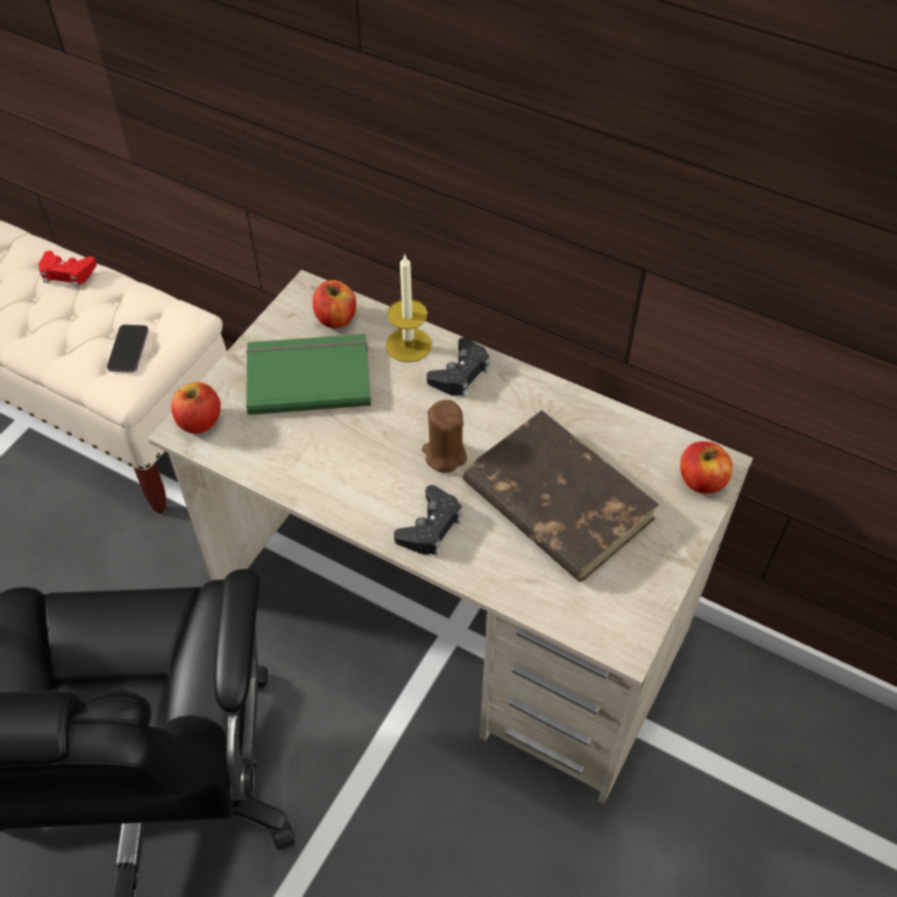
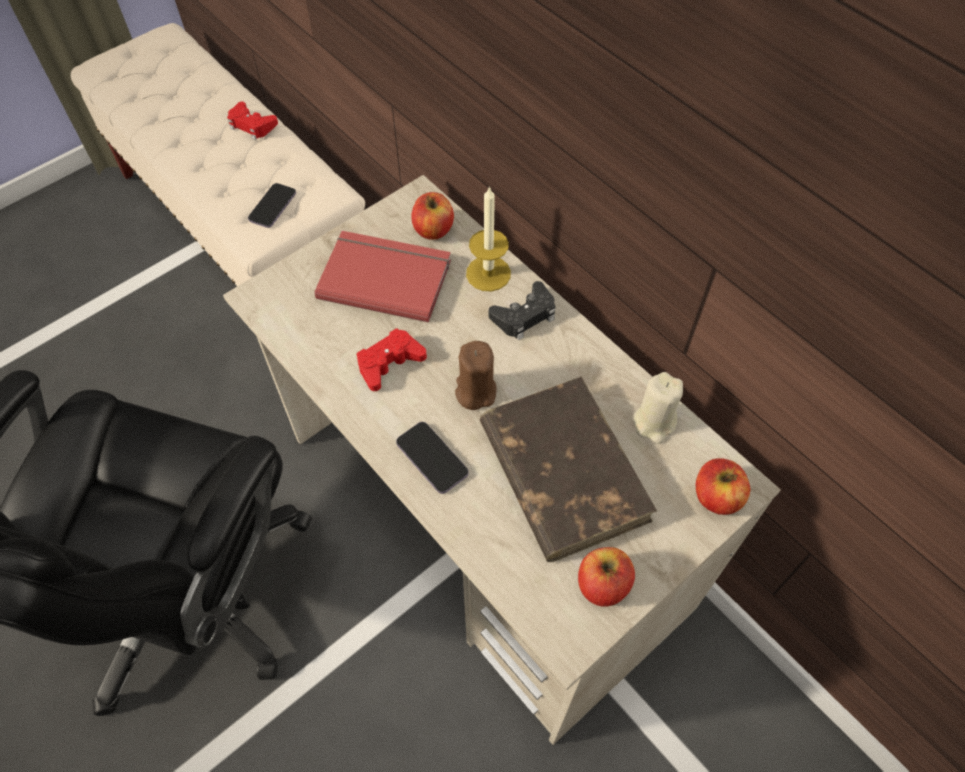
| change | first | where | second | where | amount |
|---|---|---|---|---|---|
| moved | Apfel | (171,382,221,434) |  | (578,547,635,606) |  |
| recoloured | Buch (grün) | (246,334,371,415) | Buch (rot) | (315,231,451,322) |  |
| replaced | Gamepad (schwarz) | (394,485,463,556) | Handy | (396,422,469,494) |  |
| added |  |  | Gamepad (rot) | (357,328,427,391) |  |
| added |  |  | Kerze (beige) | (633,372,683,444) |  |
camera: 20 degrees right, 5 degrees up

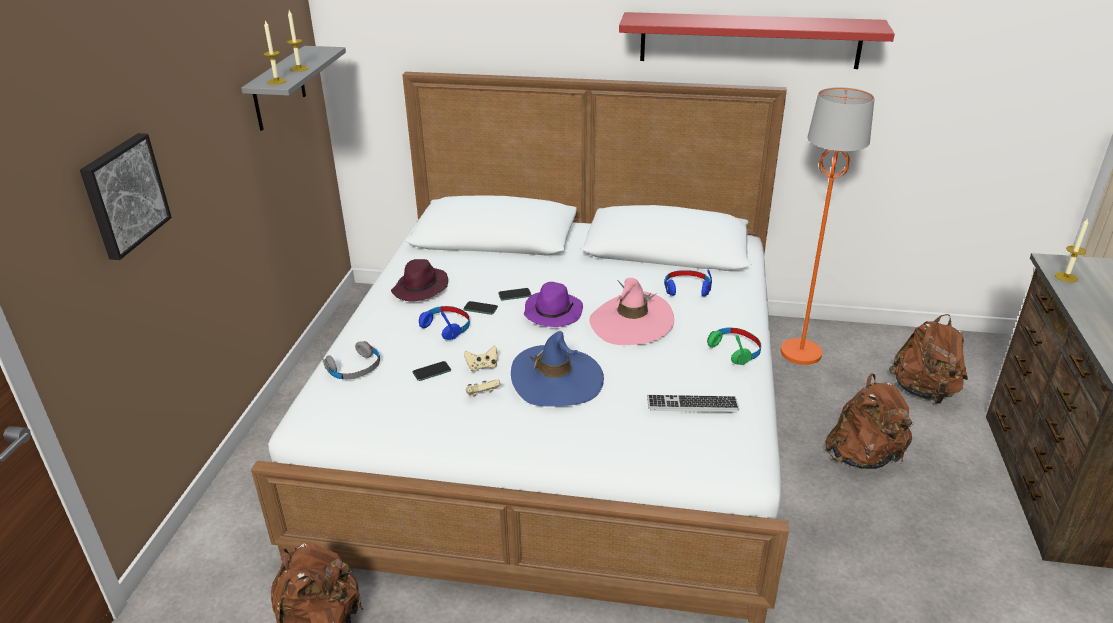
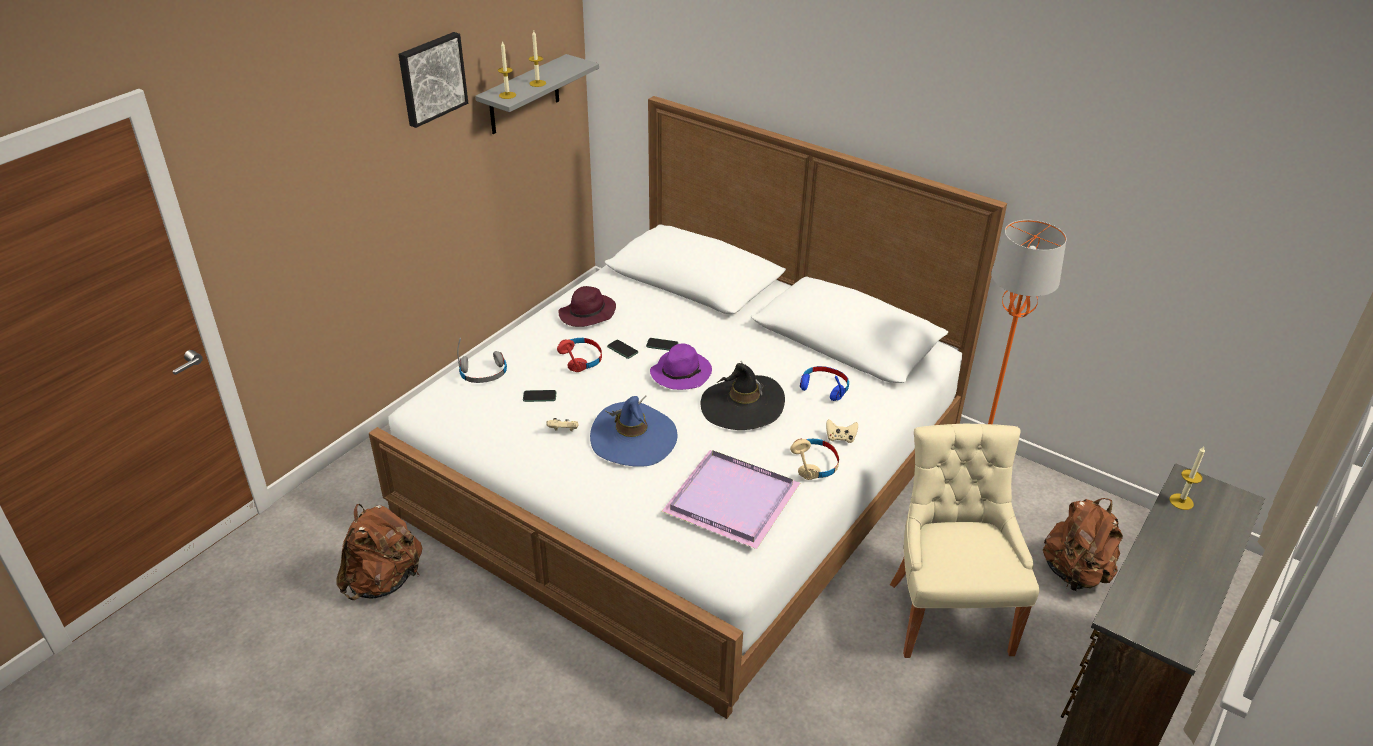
| change | first | where | second | where | amount |
|---|---|---|---|---|---|
| moved | Bild | (80,133,172,260) |  | (398,32,468,128) |  |
| recoloured | Kopfhörer (blau) | (419,306,470,340) | Kopfhörer (rot) | (557,338,602,372) |  |
| moved | Gamepad (beige) | (464,345,498,372) |  | (826,419,858,443) |  |
| recoloured | Hut (rosa) | (589,278,674,345) | Hut (schwarz) | (701,361,785,430) |  |
| removed | Wandregal (rot) | (619,12,895,69) |  |  |  |
| replaced | Tastatur | (647,395,739,412) | Tablett (lila) | (662,450,800,549) |  |
| recoloured | Kopfhörer (grün) | (707,327,761,365) | Kopfhörer (beige) | (790,439,839,480) |  |
| replaced | Rucksack (braun) | (825,373,914,469) | Stuhl (beige) | (890,424,1039,658) |  |
camera: 25 degrees right, 5 degrees up

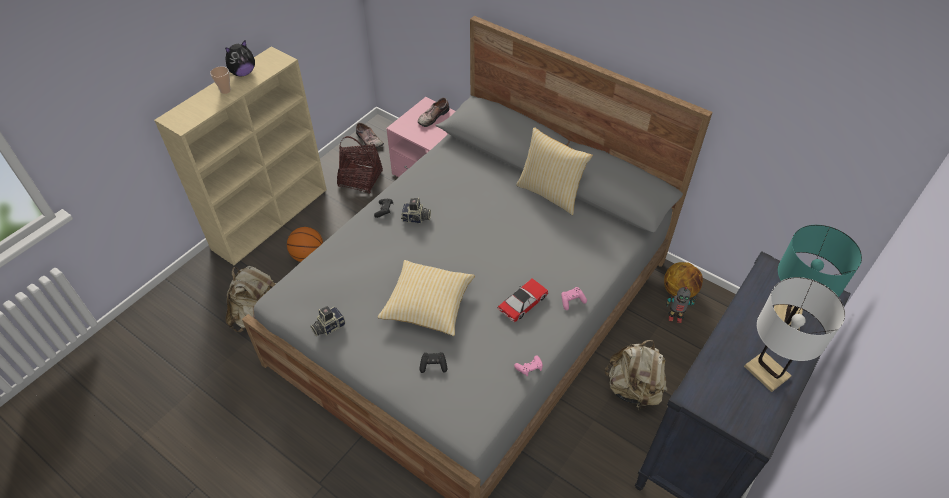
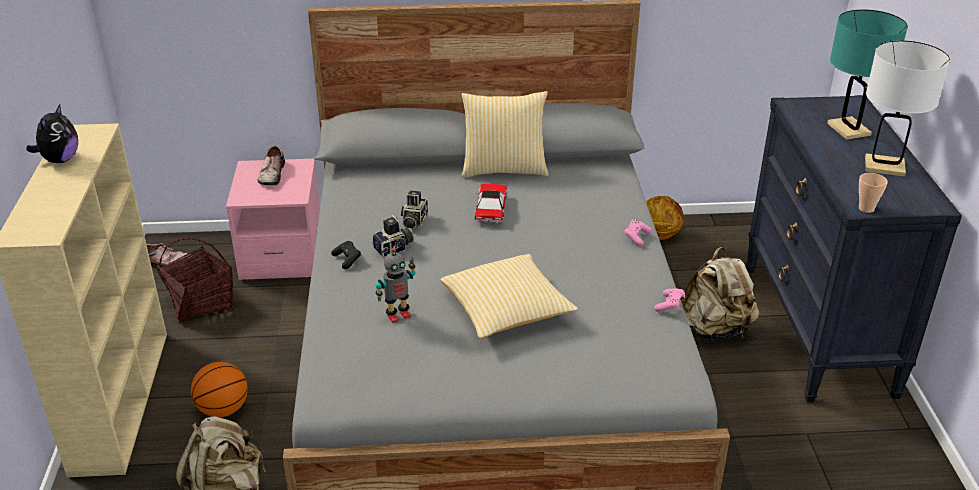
| change | first | where | second | where | amount |
|---|---|---|---|---|---|
| moved | Tasse | (210,66,231,94) |  | (859,173,888,213) |  |
| moved | Kamera | (311,306,346,336) |  | (401,190,428,230) |  |
| removed | Gamepad (schwarz) | (420,352,447,373) |  |  |  |
| moved | Spielzeugauto | (497,278,549,322) |  | (475,184,508,223) |  |
| moved | Spielzeugroboter | (666,287,696,323) |  | (376,248,415,323) |  |
camera: 40 degrees left, 15 degrees down

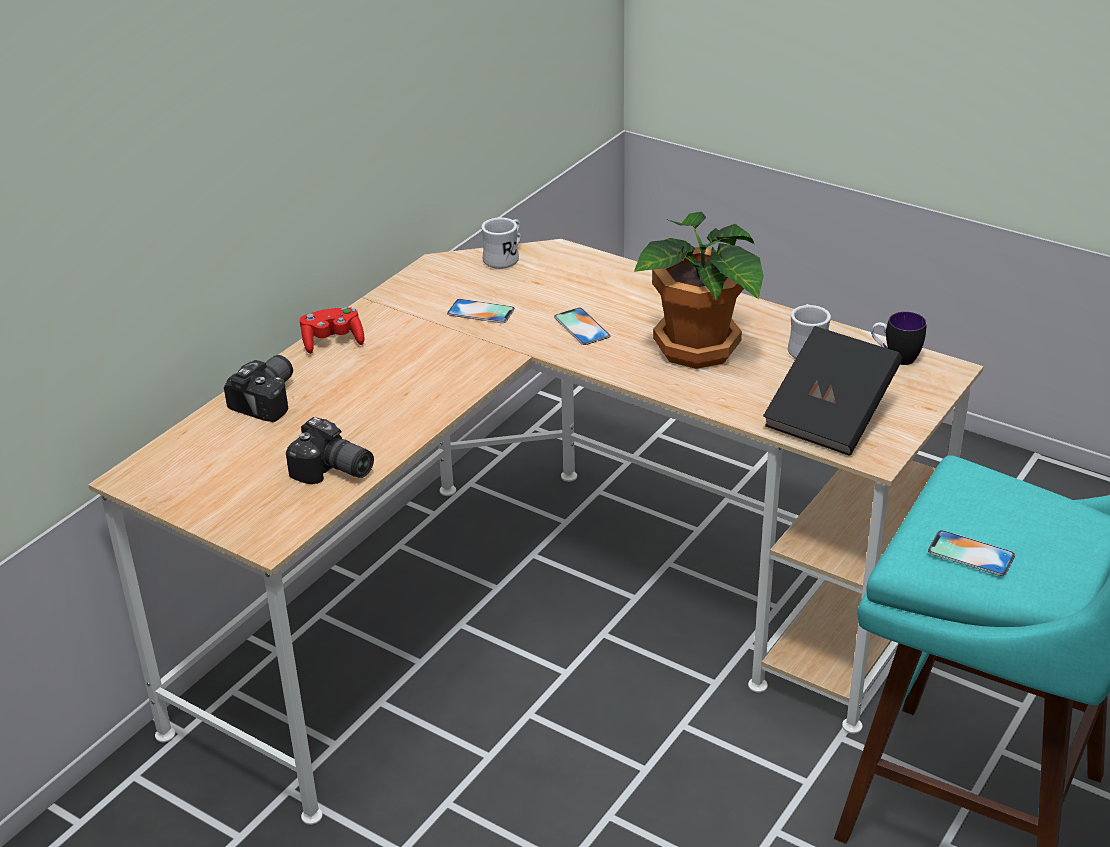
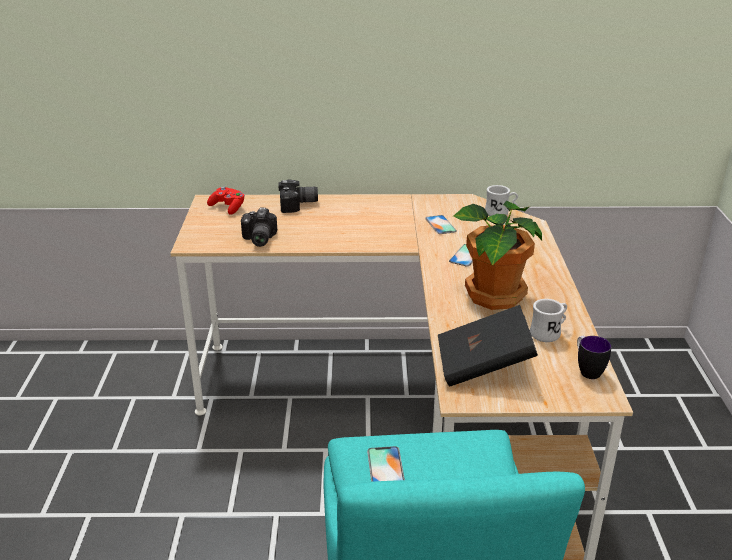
| change | first | where | second | where | amount |
|---|---|---|---|---|---|
| moved | Gamepad (rot) | (300,307,364,354) |  | (207,187,245,214) |  |
camera: 55 degrees right, 5 degrees down

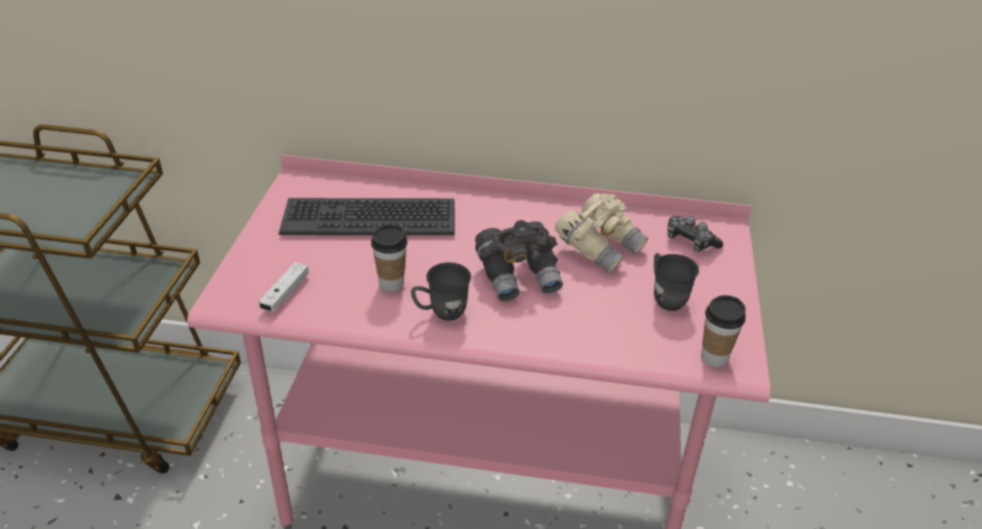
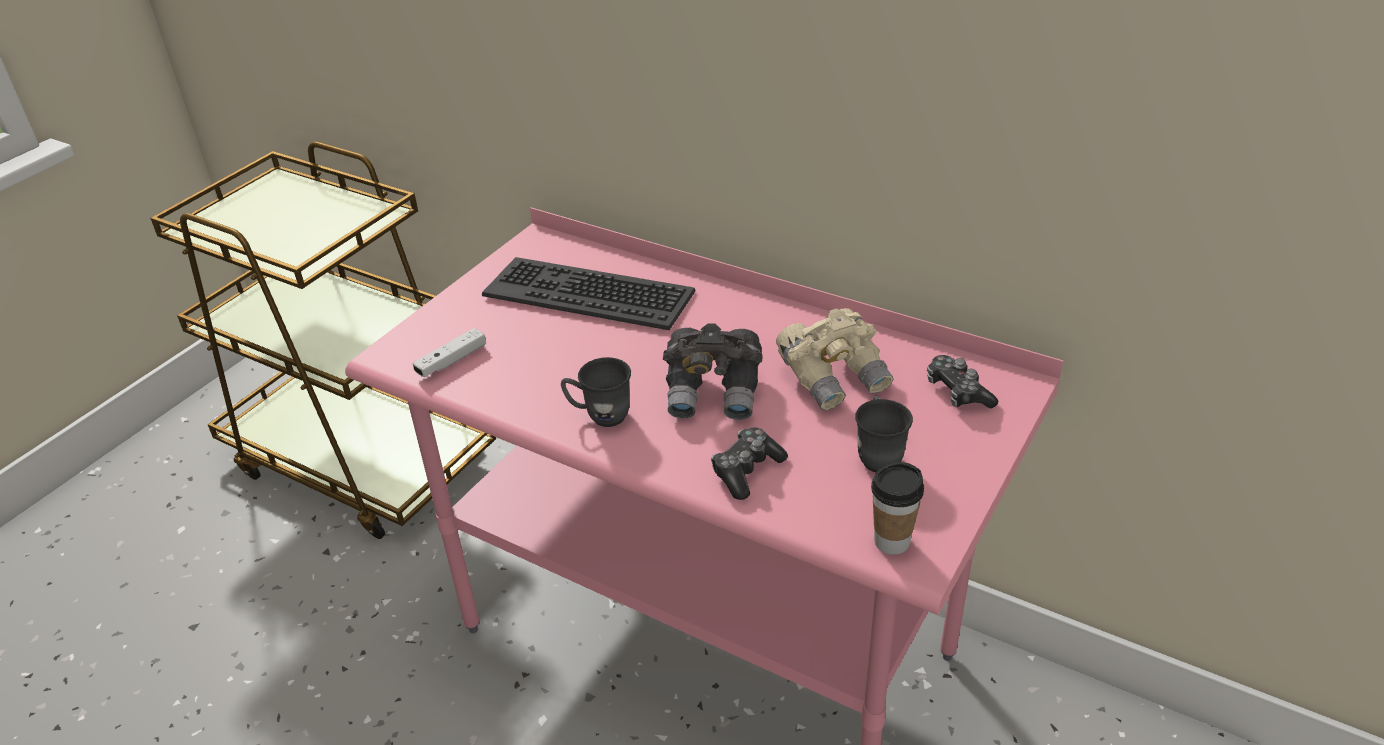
| change | first | where | second | where | amount |
|---|---|---|---|---|---|
| removed | Tasse | (371,224,408,292) |  |  |  |
| added |  |  | Gamepad | (711,428,788,500) |  |
camera: 25 degrees right, 0 degrees up

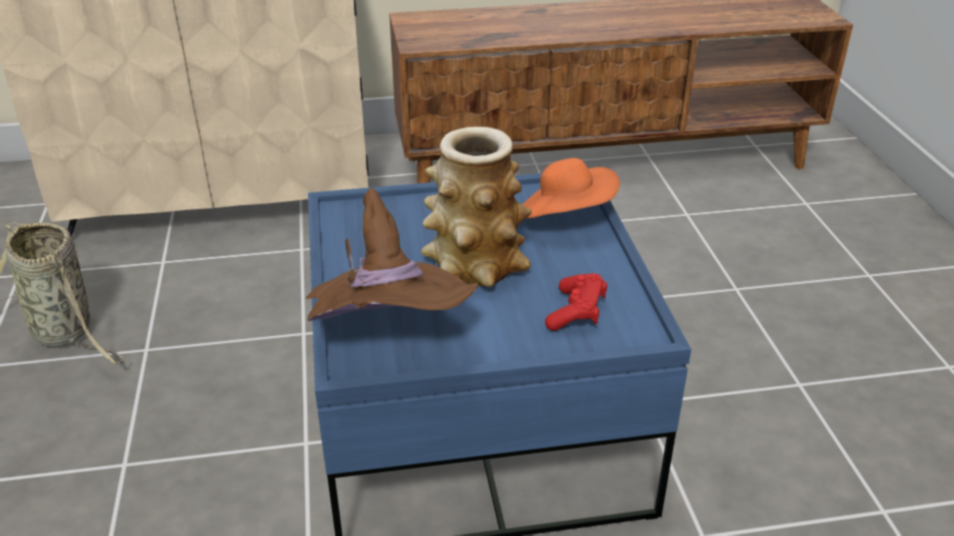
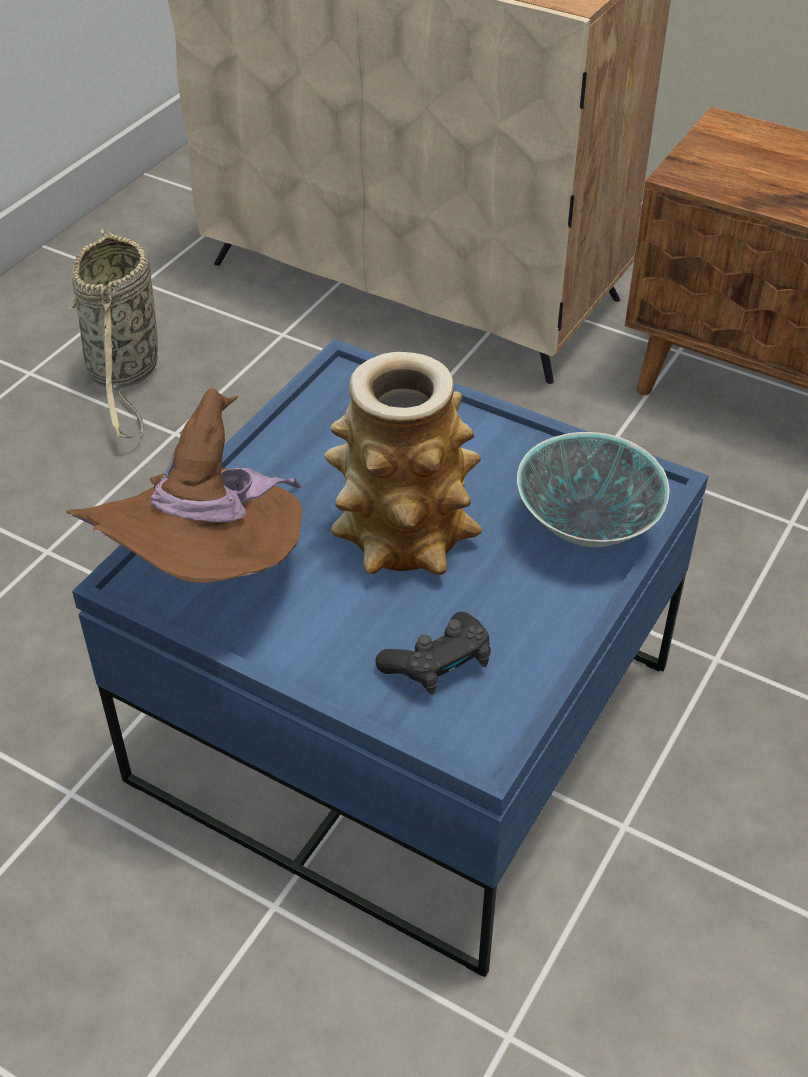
| change | first | where | second | where | amount |
|---|---|---|---|---|---|
| replaced | Hut (orange) | (522,158,620,218) | Schüssel | (517,432,669,547) |  |
| recoloured | Gamepad (rot) | (545,273,607,331) | Gamepad (schwarz) | (375,612,491,695) |  |
camera: 40 degrees right, 10 degrees up

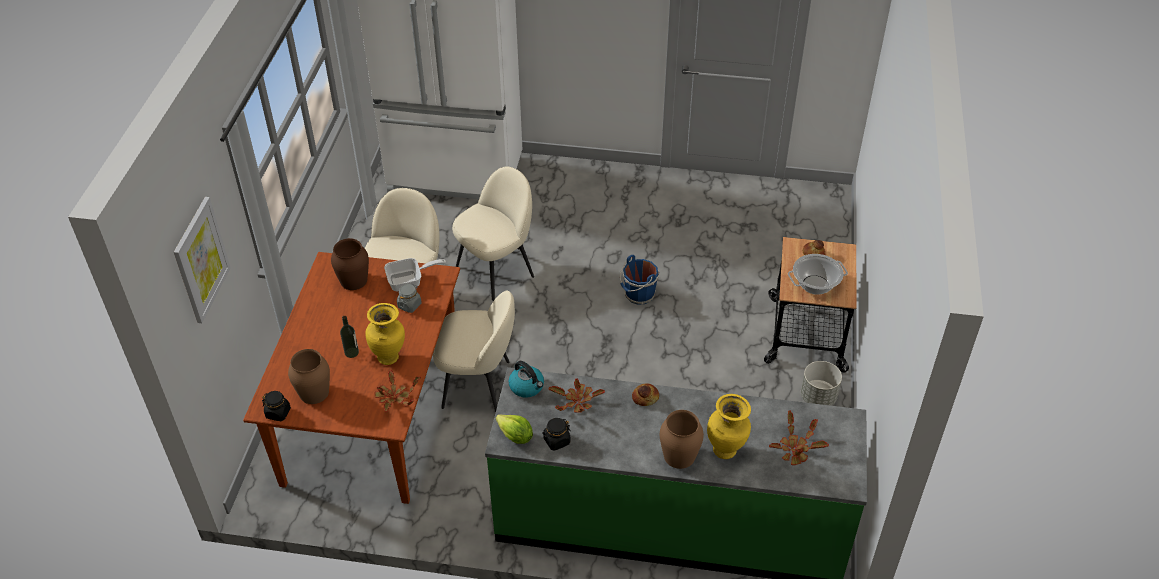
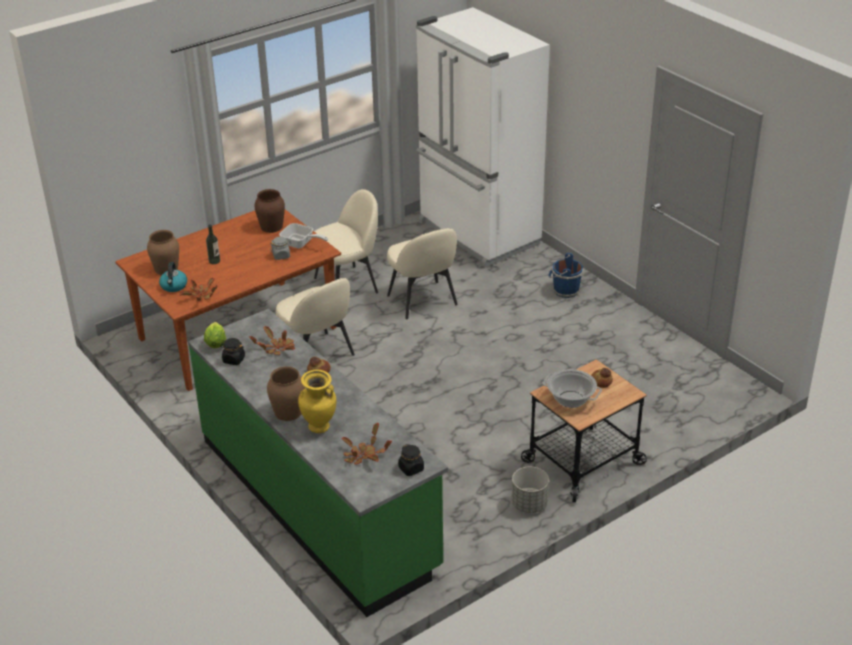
| change | first | where | second | where | amount |
|---|---|---|---|---|---|
| removed | Bild | (174,197,231,323) |  |  |  |
| moved | Vorratsglas (schwarz) | (262,391,291,421) |  | (398,444,424,476) |  |
| removed | Vase (gelb) | (365,303,405,365) |  |  |  |
| turned | Stuhl (beige) | (452,166,534,301) |  | (387,228,458,319) | 60 degrees clockwise |
| moved | Wasserkessel | (509,361,544,398) |  | (159,262,187,292) |  |
| moved | Eimer (blau) | (620,255,660,305) |  | (549,253,583,298) |  |
camera: 45 degrees right, 10 degrees down

